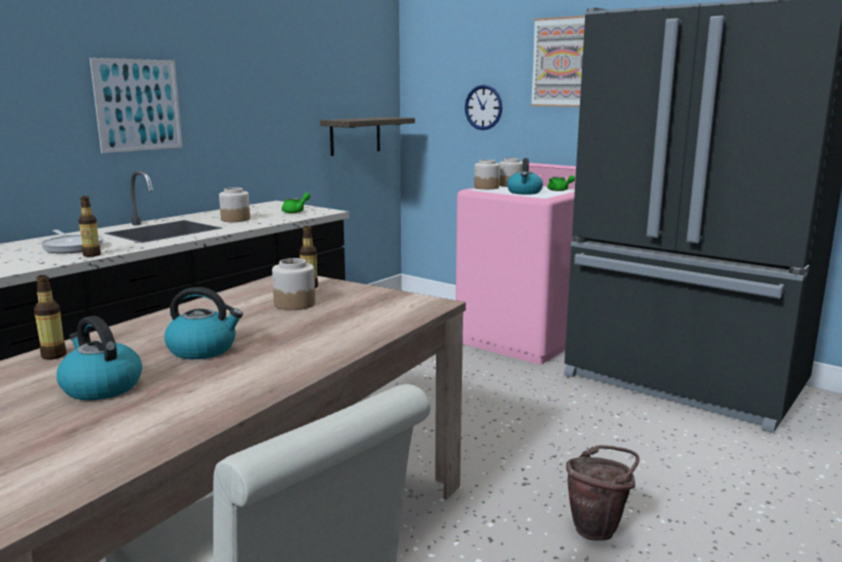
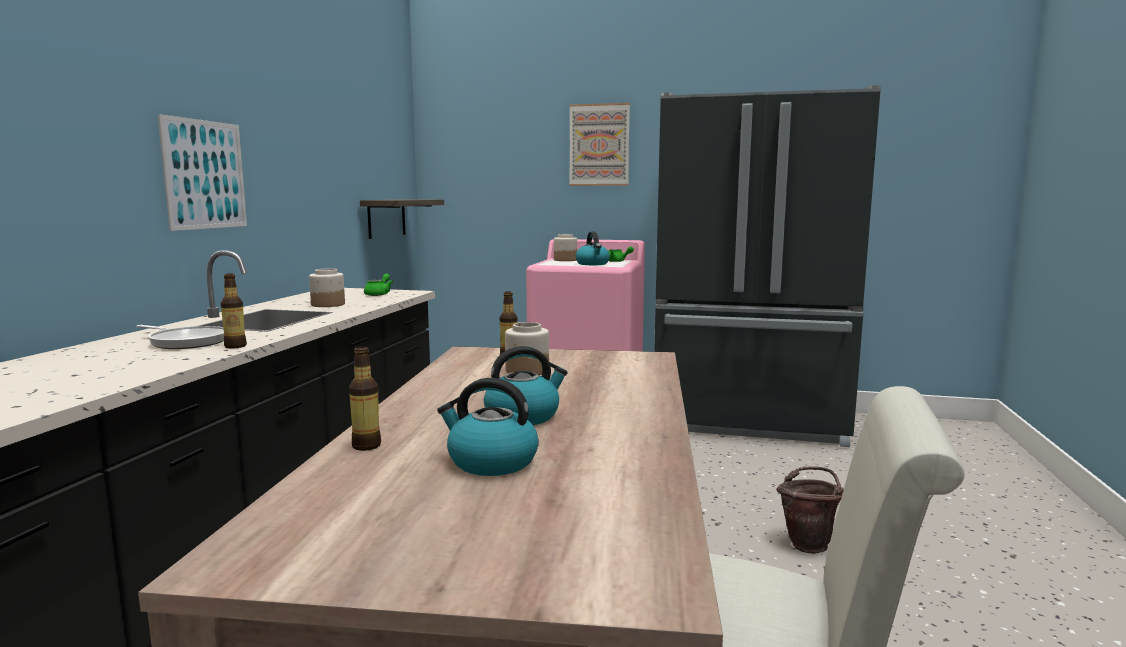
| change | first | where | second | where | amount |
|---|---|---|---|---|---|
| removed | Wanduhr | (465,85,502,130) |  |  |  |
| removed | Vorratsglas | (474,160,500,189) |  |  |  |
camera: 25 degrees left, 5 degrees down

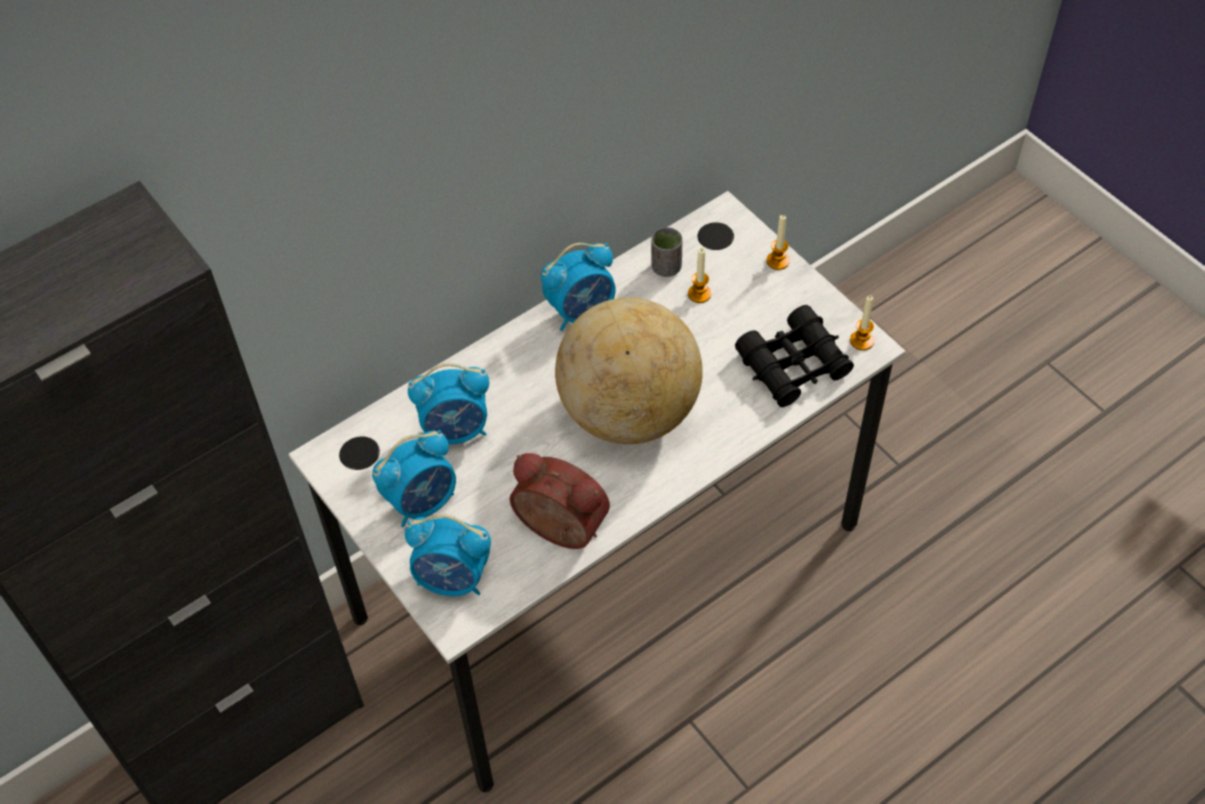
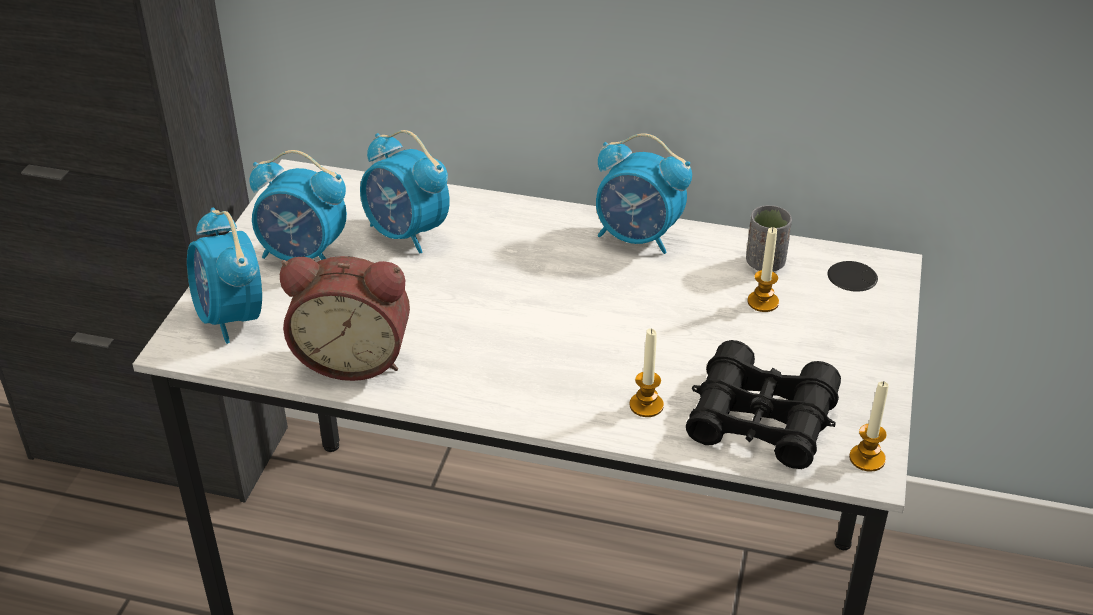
| change | first | where | second | where | amount |
|---|---|---|---|---|---|
| turned | Wecker | (510,453,610,549) |  | (280,256,410,381) | 105 degrees clockwise |
| removed | Globus | (555,297,703,444) |  |  |  |
| moved | Kerze | (767,215,790,270) |  | (630,328,664,417) |  |
camera: 50 degrees right, 15 degrees down

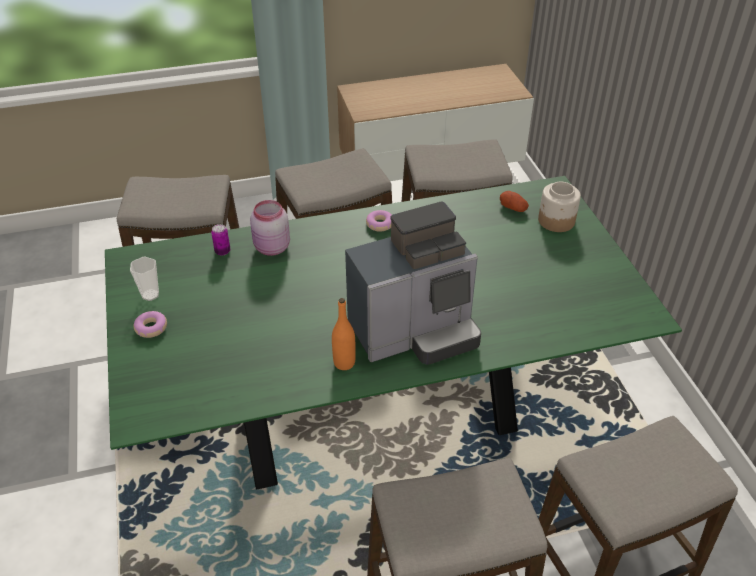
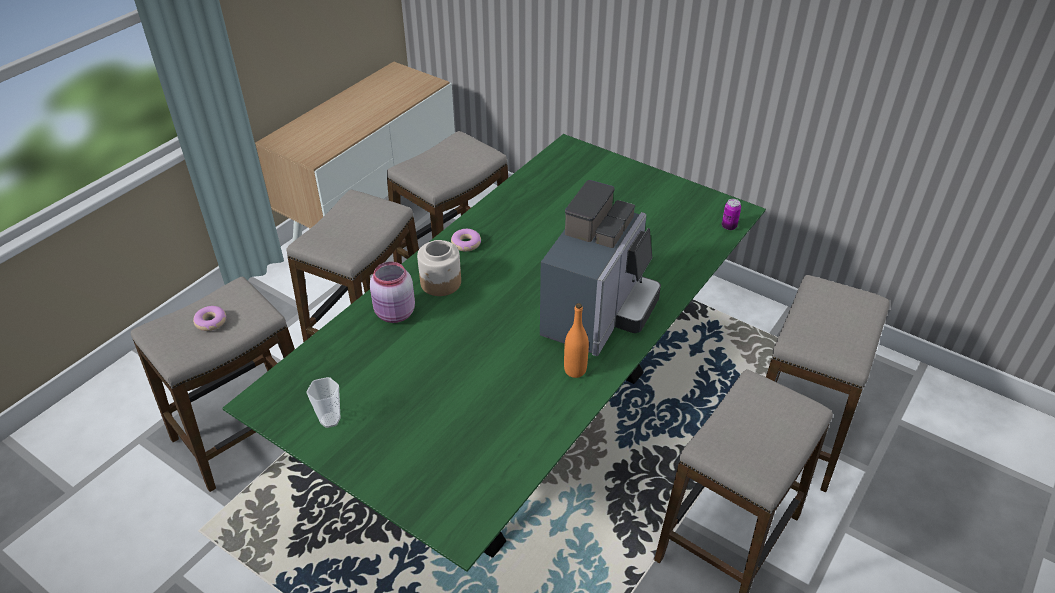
| change | first | where | second | where | amount |
|---|---|---|---|---|---|
| moved | Donut | (134,311,167,338) |  | (193,306,226,331) |  |
| moved | Dose | (211,224,230,256) |  | (722,199,741,230) |  |
| removed | Kartoffel | (500,191,529,212) |  |  |  |
| moved | Vorratsglas | (538,182,581,232) |  | (417,240,461,296) |  |
camera: 40 degrees left, 0 degrees up

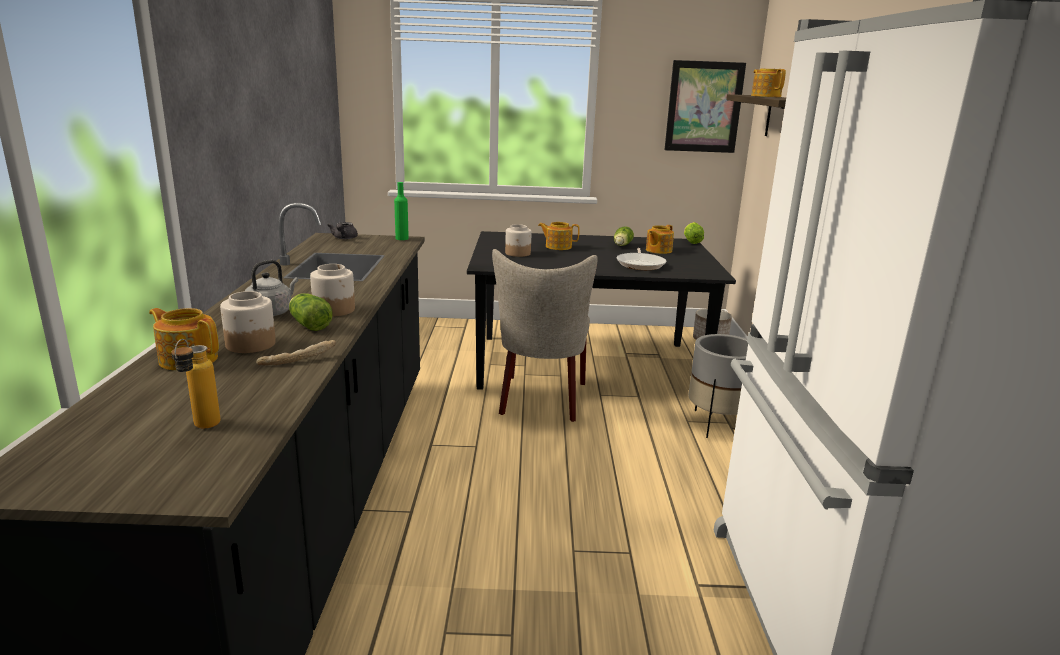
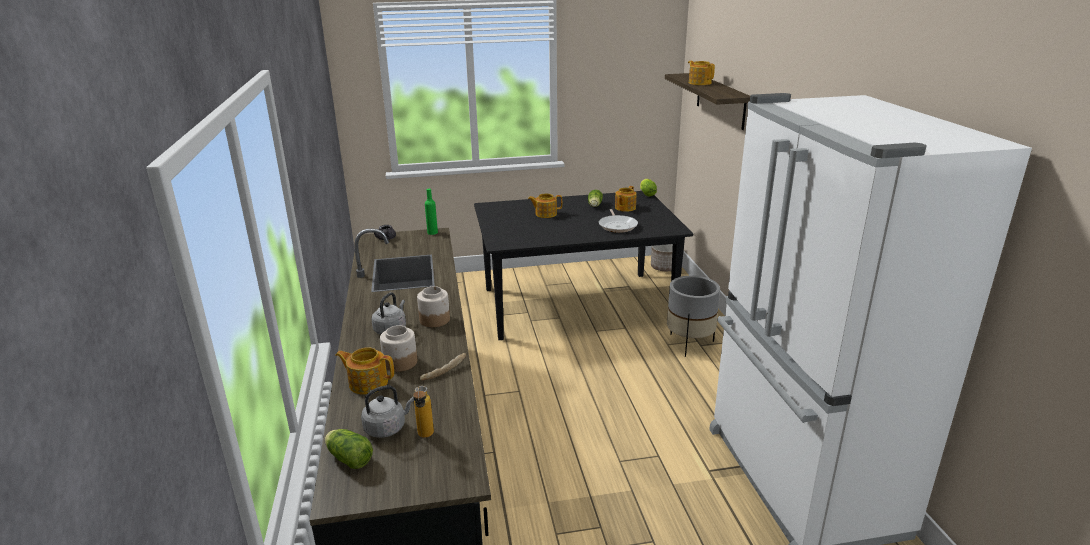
| change | first | where | second | where | amount |
|---|---|---|---|---|---|
| moved | Salatkopf | (289,293,333,331) |  | (325,429,373,469) |  |
| removed | Stuhl (beige) | (492,249,598,422) |  |  |  |
| removed | Vorratsglas | (505,224,532,257) |  |  |  |
| removed | Bild | (664,60,746,153) |  |  |  |
| added |  |  | Wasserkessel (grau) | (361,385,414,438) |  |
camera: 10 degrees left, 5 degrees up

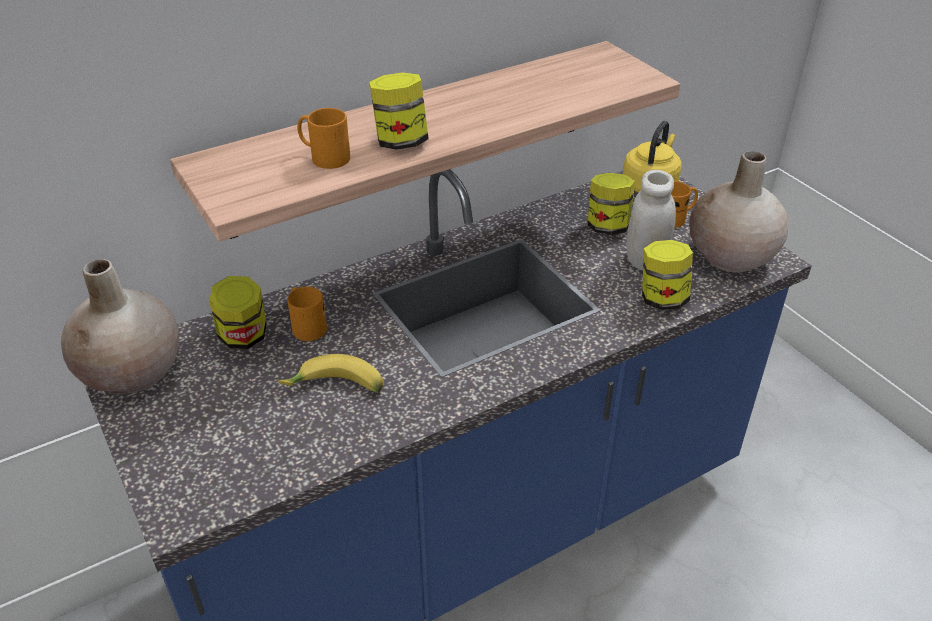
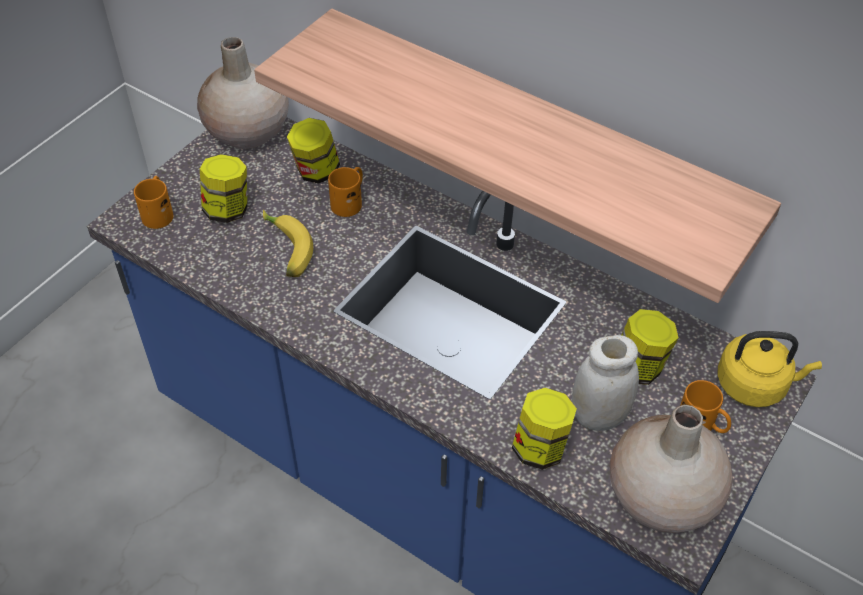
| change | first | where | second | where | amount |
|---|---|---|---|---|---|
| moved | Henkelbecher (orange) | (297,108,350,169) |  | (134,176,173,229) |  |
| moved | Vorratsglas | (369,72,429,150) |  | (200,154,247,223) |  |
camera: 65 degrees right, 10 degrees up

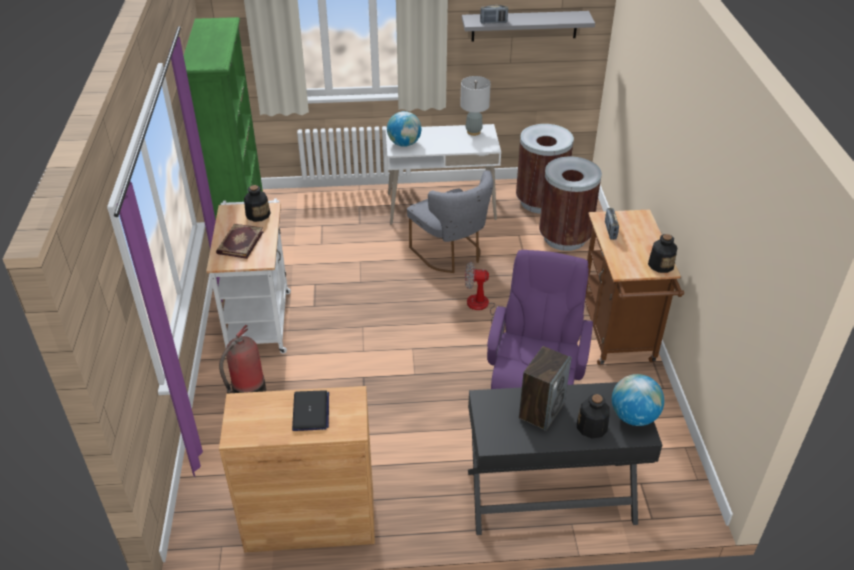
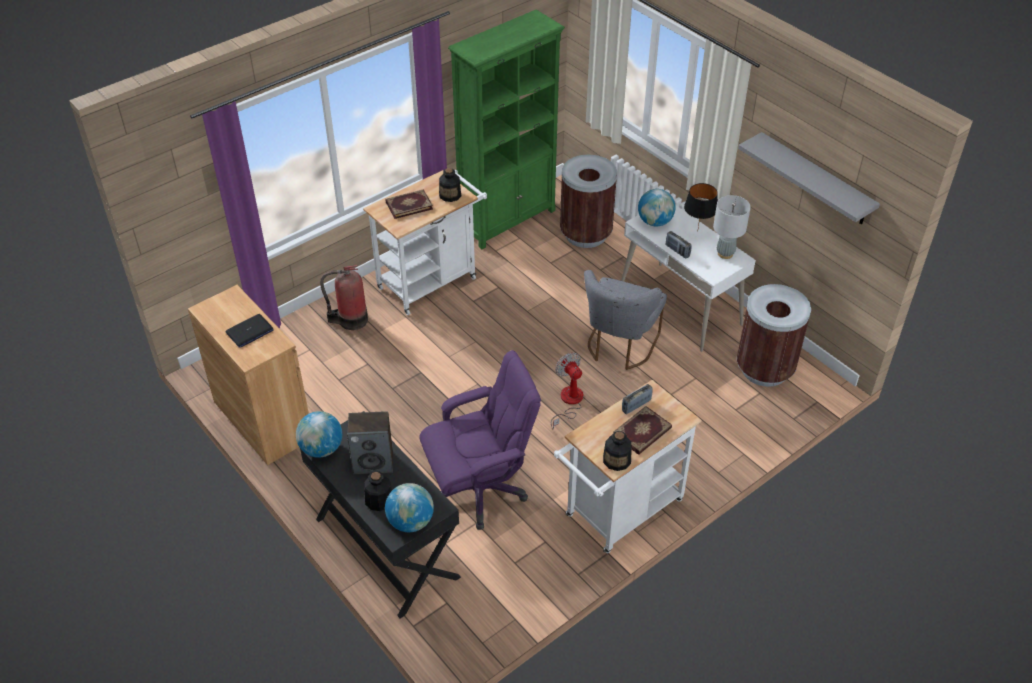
| change | first | where | second | where | amount |
|---|---|---|---|---|---|
| moved | Radio | (480,5,508,24) |  | (666,231,692,259) |  |
| moved | Mülleimer (braun) | (539,156,602,251) |  | (560,155,617,248) |  |
| recoloured | Rollwagen (braun) | (585,209,684,365) | Rollwagen (weiß) | (554,380,702,553) |  |
| added |  |  | Globus | (296,411,342,458) |  |
| added |  |  | Buch | (614,406,672,455) |  |
| added |  |  | Tischlampe (schwarz) | (684,183,718,232) |  |
camera: 55 degrees right, 5 degrees up

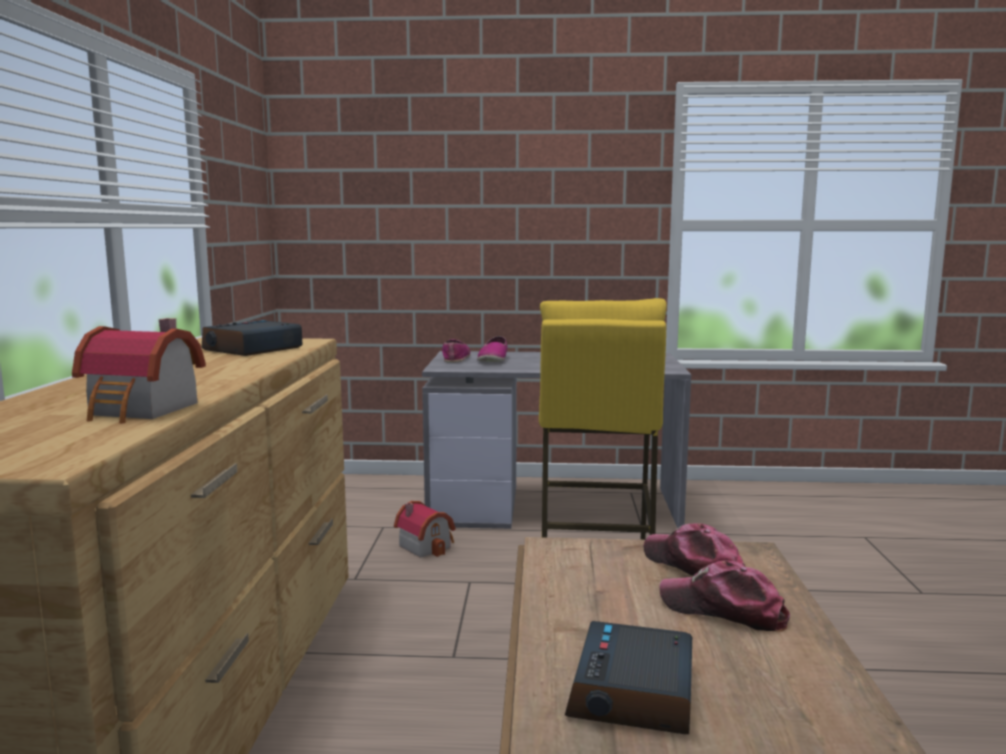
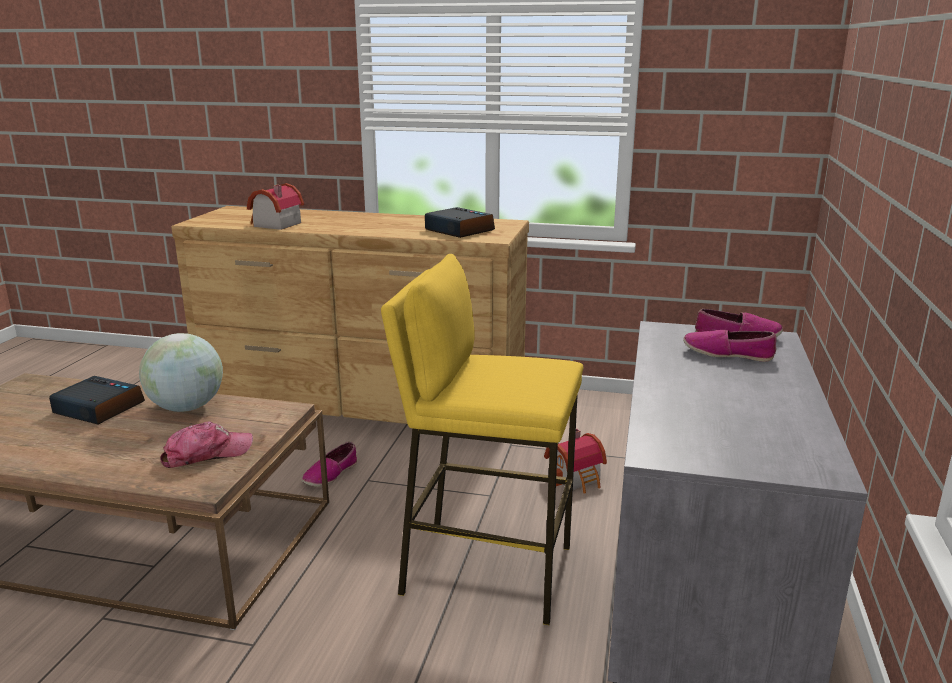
| change | first | where | second | where | amount |
|---|---|---|---|---|---|
| removed | Kappe | (659,560,790,632) |  |  |  |
| added |  |  | Globus | (139,333,223,412) |  |
| added |  |  | Schuh | (302,442,357,487) |  |
camera: 100 degrees right, 10 degrees up

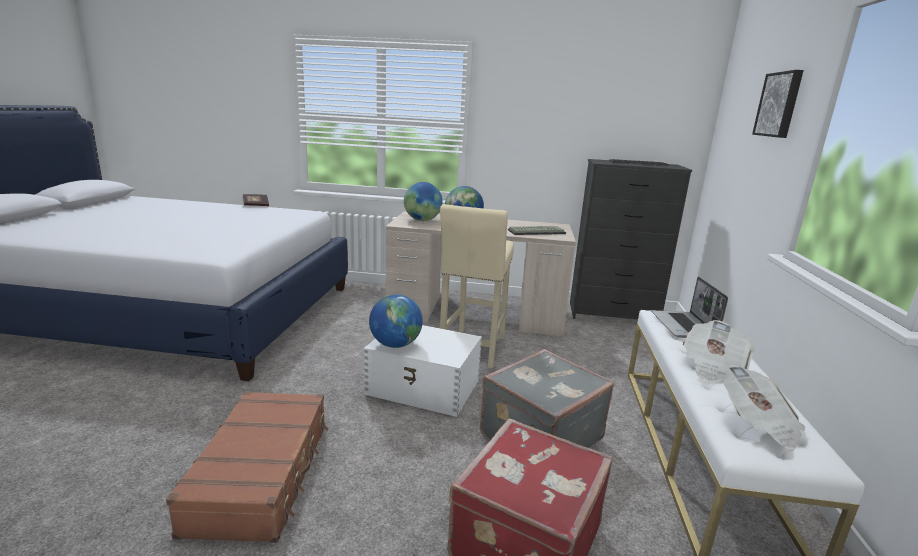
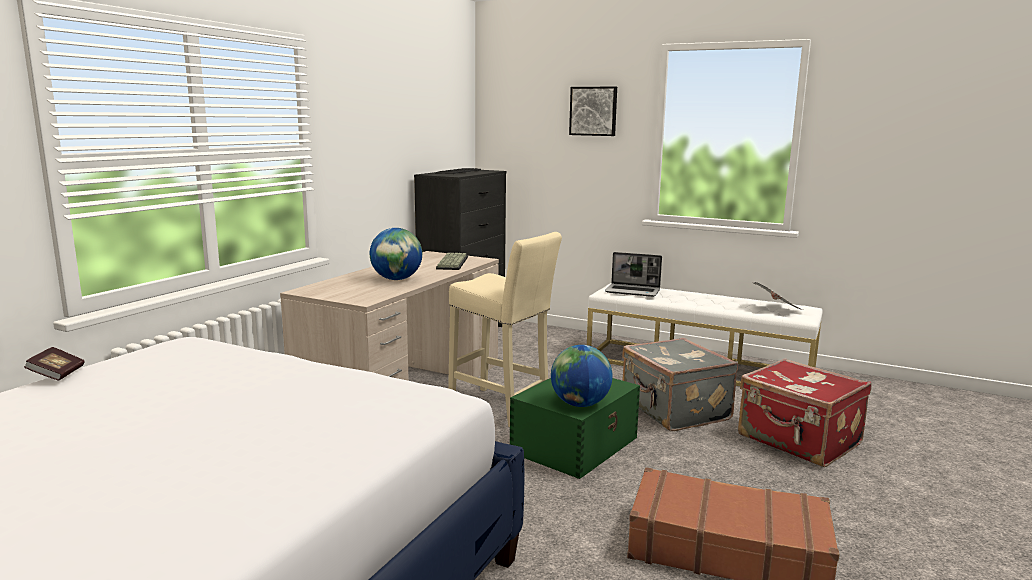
| change | first | where | second | where | amount |
|---|---|---|---|---|---|
| recoloured | Aufbewahrungsbox (weiß) | (364,325,482,417) | Aufbewahrungsbox (grün) | (510,378,640,479) |  |
| removed | Globus | (404,182,443,221) |  |  |  |
| removed | Zeitung | (683,320,755,381) |  |  |  |
camera: 70 degrees left, 5 degrees down

